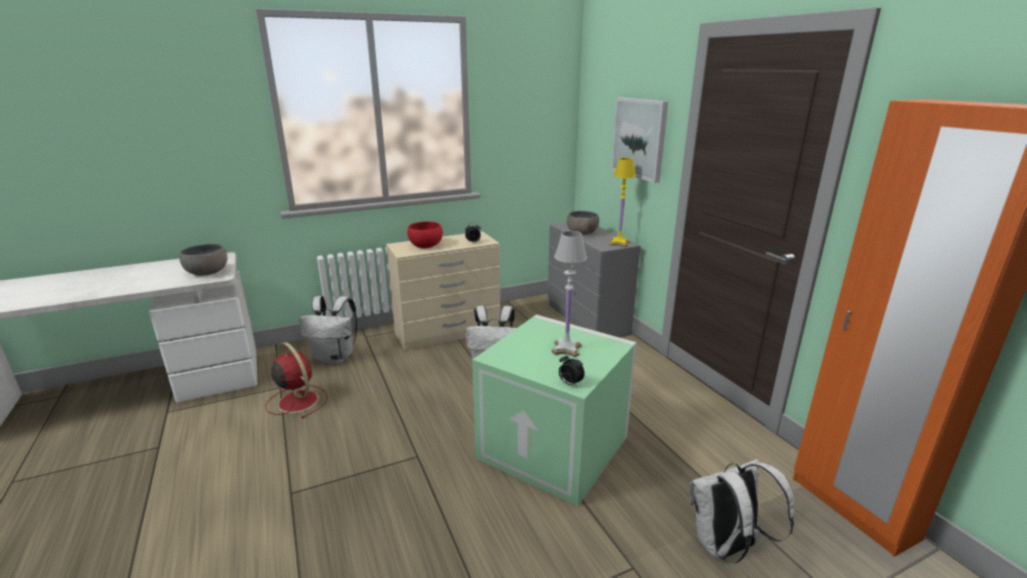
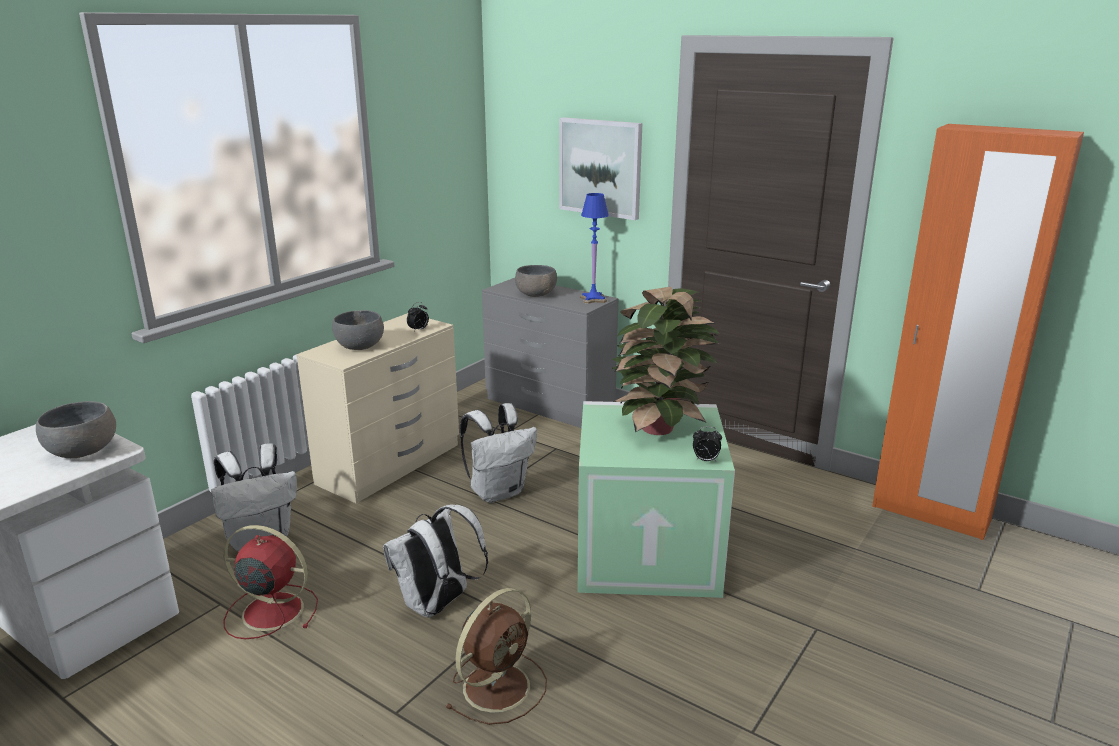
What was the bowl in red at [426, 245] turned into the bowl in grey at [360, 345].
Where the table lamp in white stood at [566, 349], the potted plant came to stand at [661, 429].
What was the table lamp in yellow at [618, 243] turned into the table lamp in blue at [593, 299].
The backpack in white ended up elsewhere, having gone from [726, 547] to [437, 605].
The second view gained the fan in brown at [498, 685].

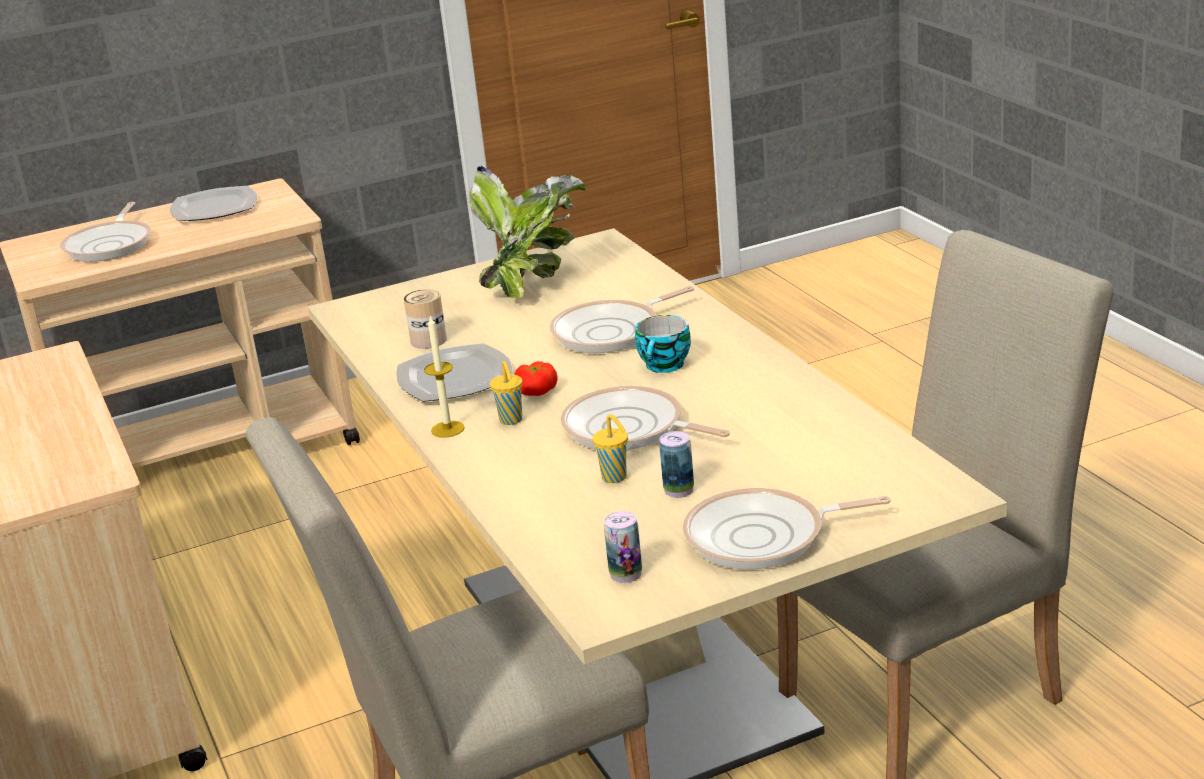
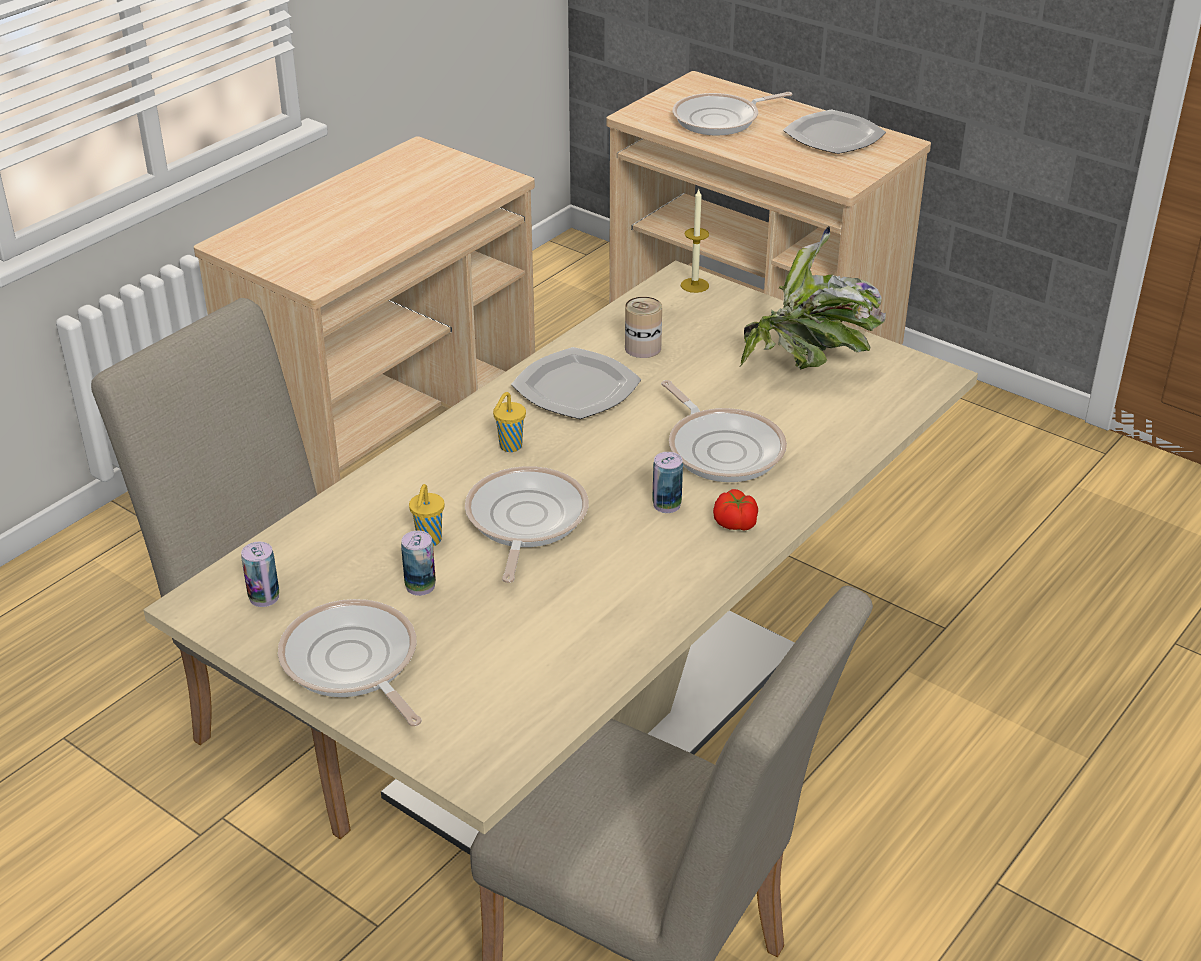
The candle ended up elsewhere, having gone from [447, 429] to [694, 285].
The tomato ended up elsewhere, having gone from [537, 392] to [735, 523].
The frying pan at [612, 332] ended up facing another way, 150 degrees counterclockwise from before.
Where the cup stood at [665, 366], the can came to stand at [666, 505].

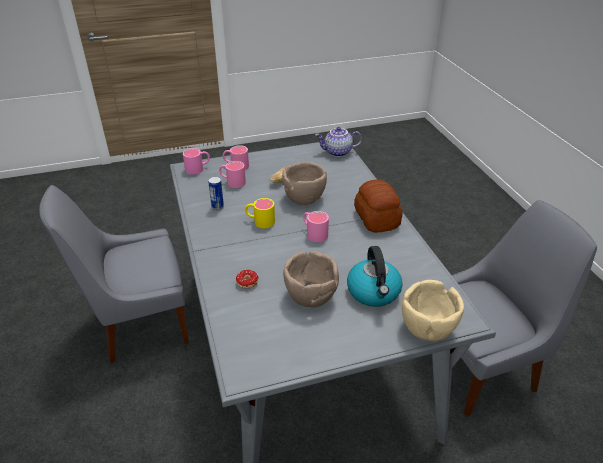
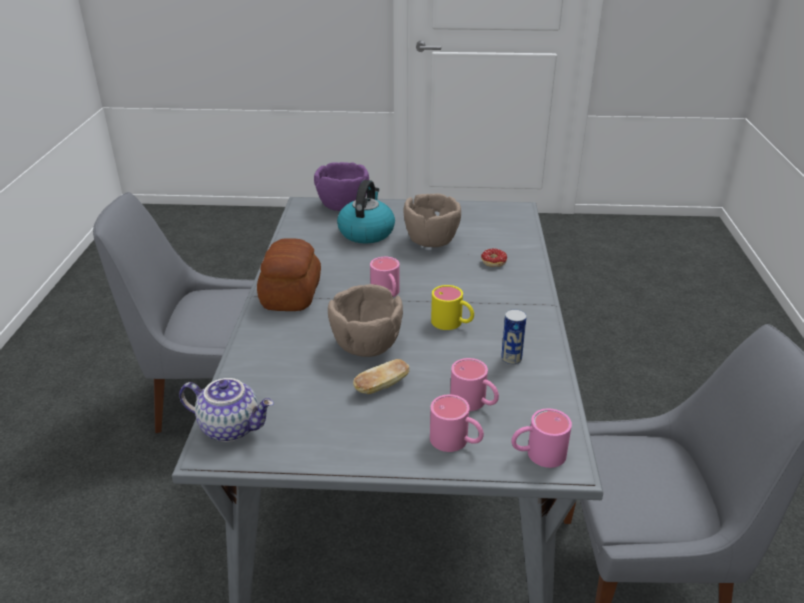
What was the bowl in beige at [427, 328] turned into the bowl in purple at [343, 205].

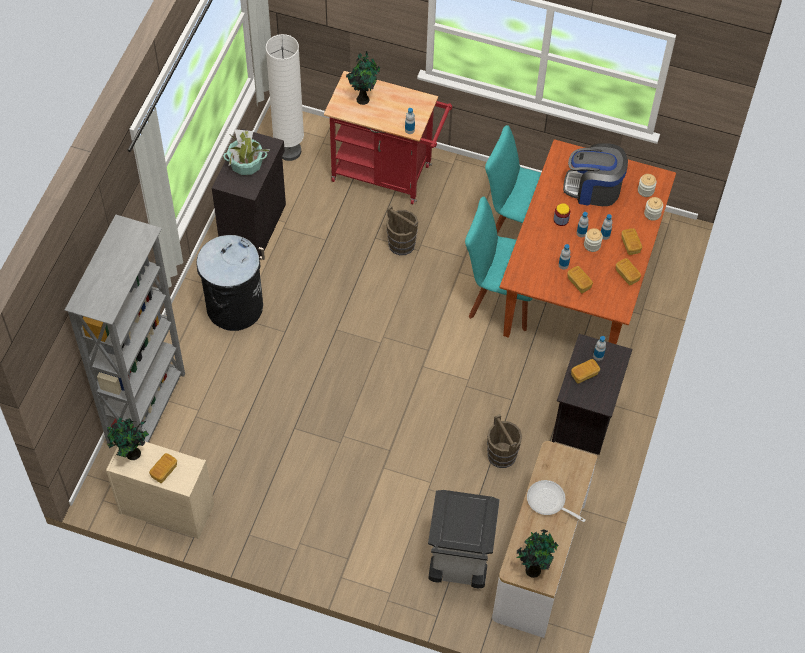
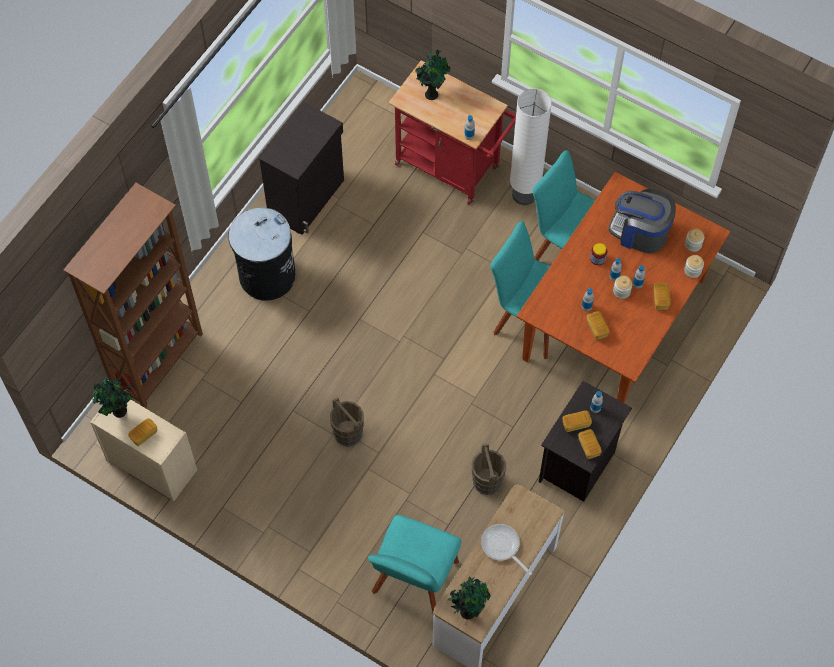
What was the bookcase in grey at [148, 408] turned into the bookcase in brown at [159, 361].
The second view lost the potted plant at [246, 164].
The floor lamp in white ended up elsewhere, having gone from [289, 151] to [524, 194].
The bucket in brown ended up elsewhere, having gone from [401, 244] to [348, 433].
Where the trash can in grey stood at [458, 564], the chair in turquoise came to stand at [414, 581].
The bread ended up elsewhere, having gone from [627, 275] to [589, 447].

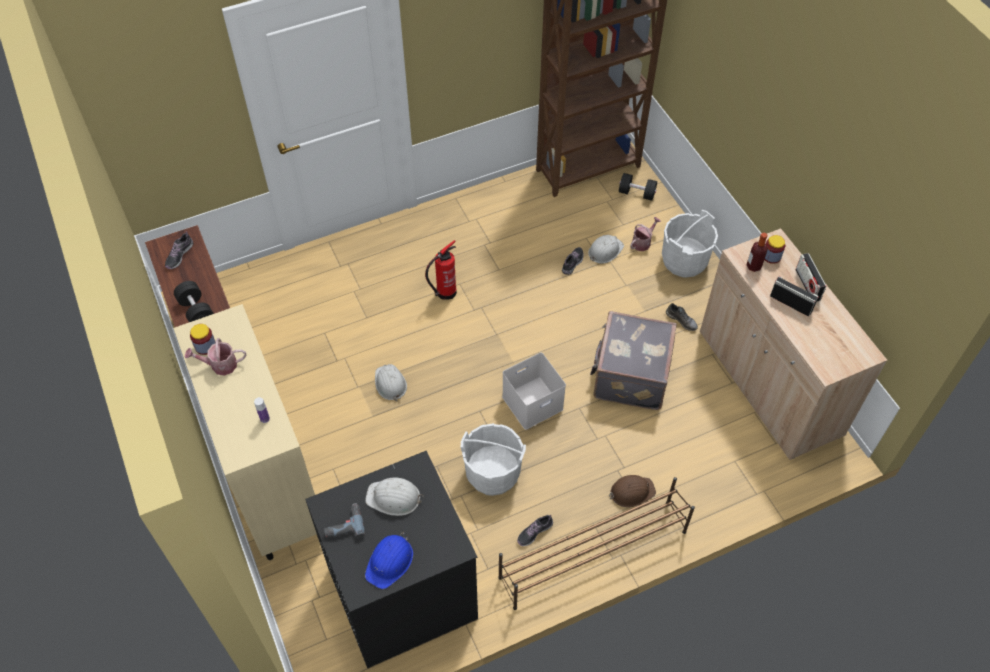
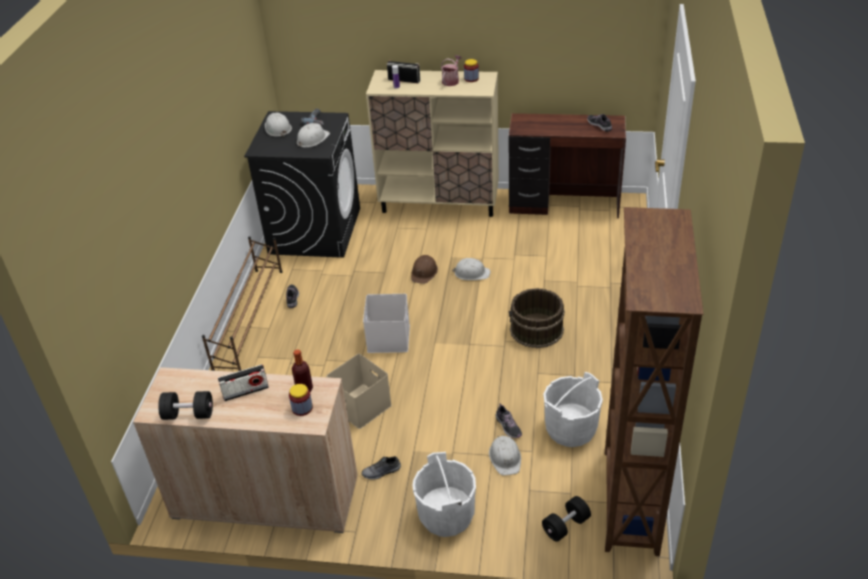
The dumbbell in black ended up elsewhere, having gone from [196, 311] to [188, 414].
What was the hard hat in blue at [390, 561] turned into the hard hat in white at [277, 128].
Where the fire extinguisher stood at [444, 293], the bucket in brown came to stand at [536, 330].
The bucket in white ended up elsewhere, having gone from [492, 473] to [570, 429].
Where the suitcase in grey stood at [629, 375], the storage box in beige came to stand at [360, 406].
The hard hat in brown ended up elsewhere, having gone from [631, 492] to [424, 272].
The second view lost the watering can at [643, 242].
The radio ended up elsewhere, having gone from [807, 285] to [404, 80].

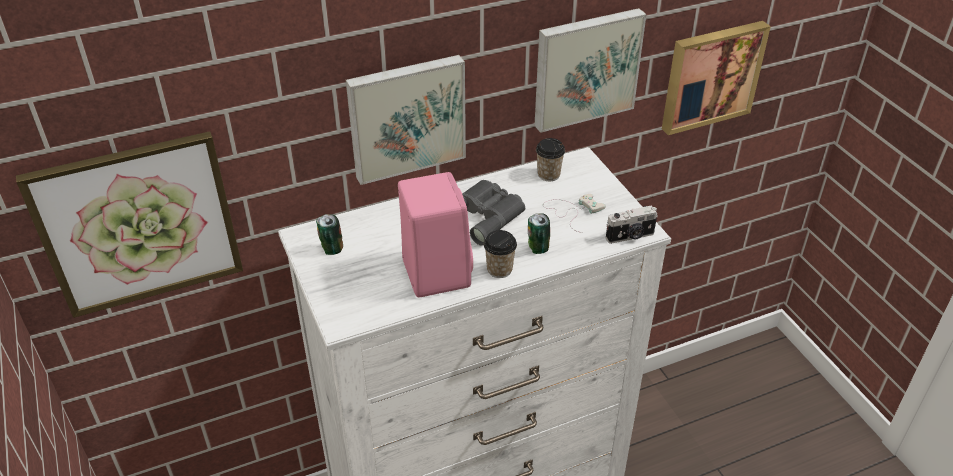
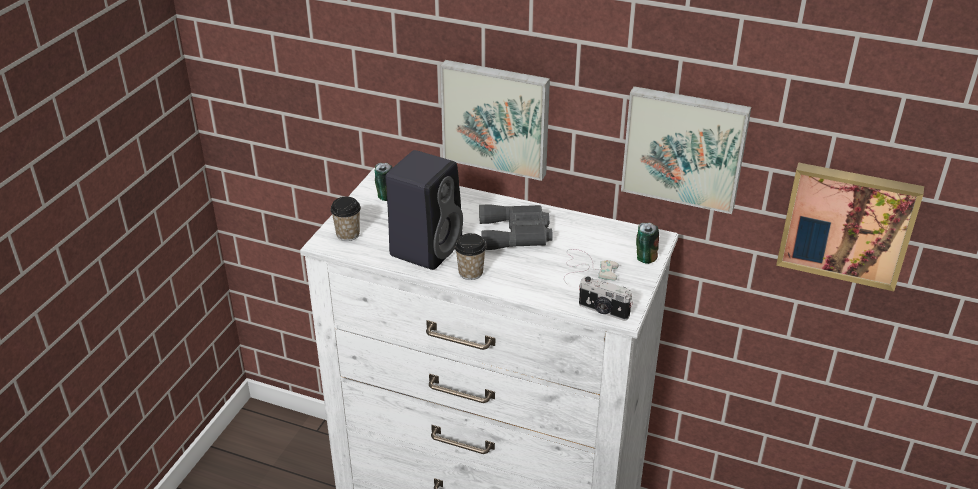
The second view lost the picture at [138, 224].
What was the speaker in pink at [434, 271] turned into the speaker in black at [427, 247].
The can ended up elsewhere, having gone from [537, 248] to [645, 258].
The cup ended up elsewhere, having gone from [548, 174] to [348, 234].

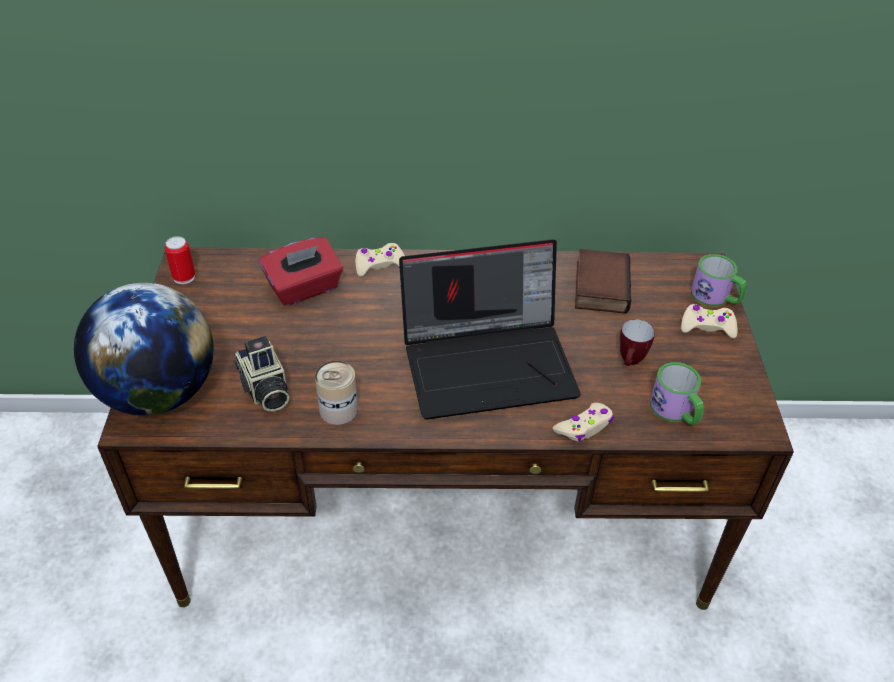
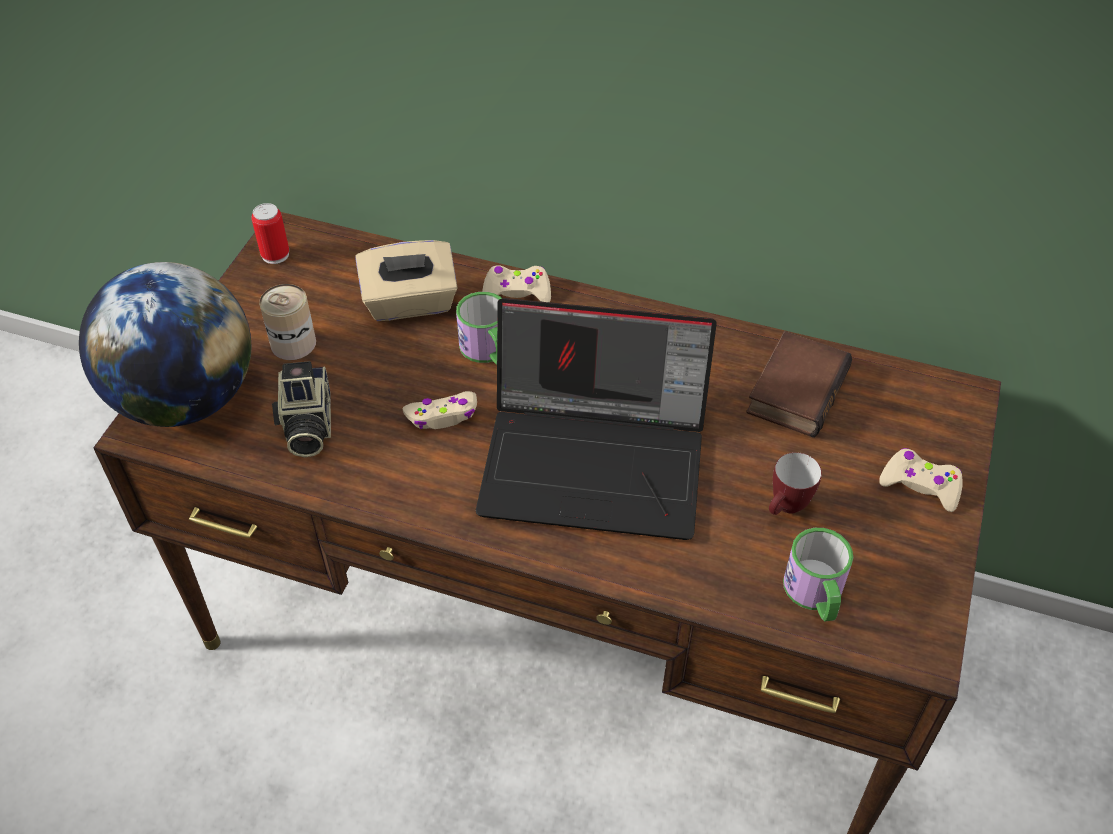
What was the tissue box in red at [304, 288] turned into the tissue box in beige at [410, 303].
The can ended up elsewhere, having gone from [338, 410] to [293, 343].
The game controller in beige ended up elsewhere, having gone from [584, 427] to [443, 416].
The mug ended up elsewhere, having gone from [716, 297] to [488, 351].

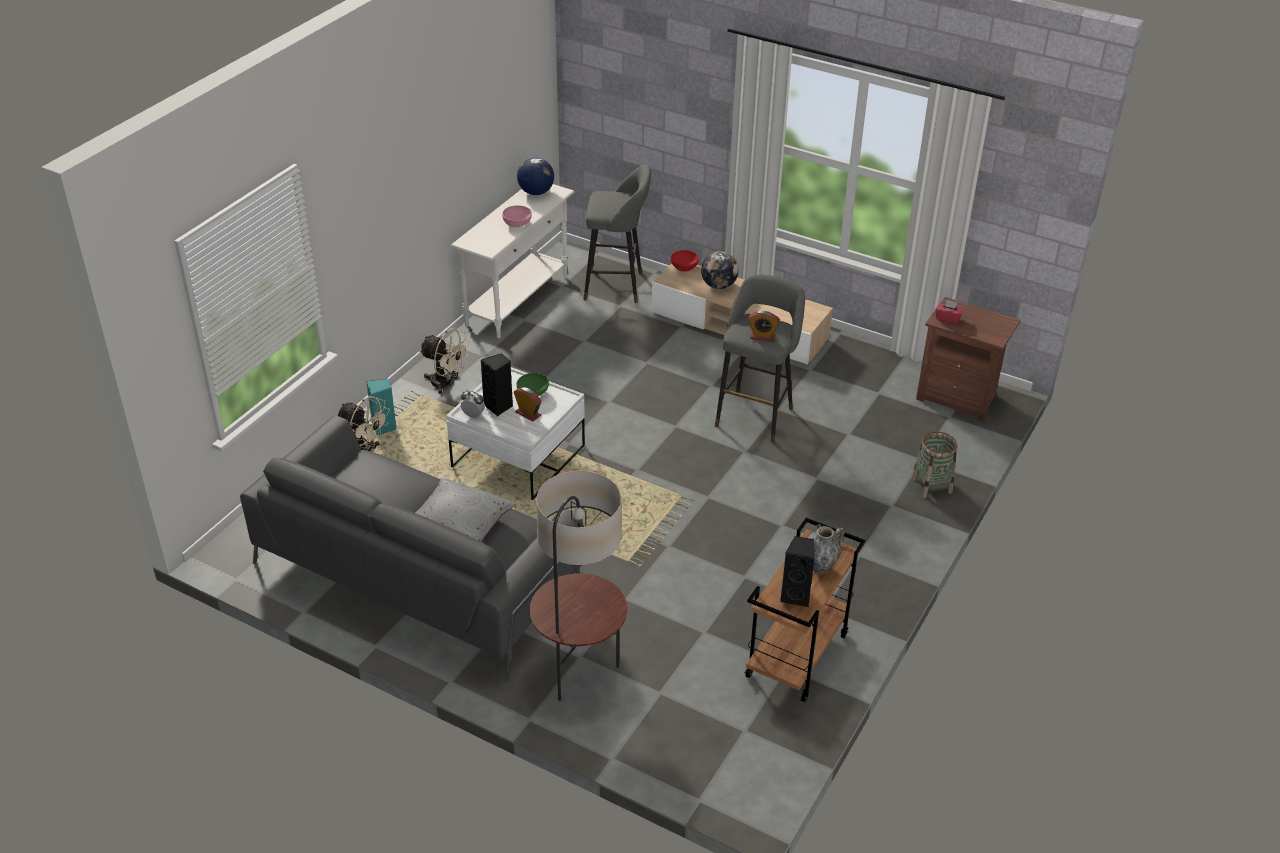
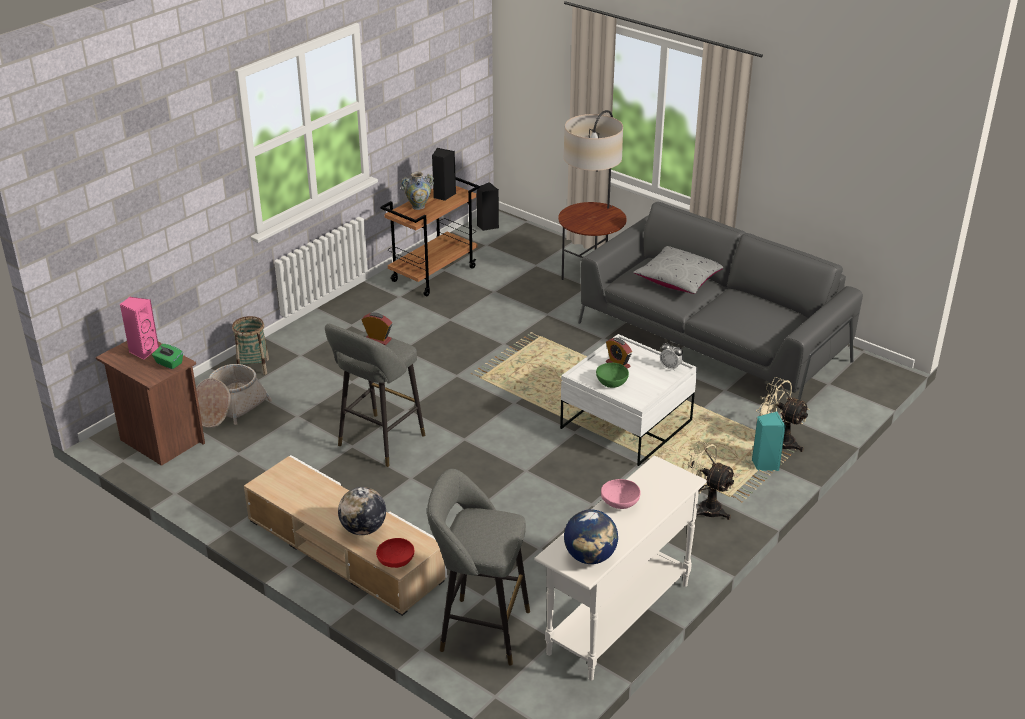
The speaker in black ended up elsewhere, having gone from [499, 407] to [487, 226].
What was the tissue box in red at [948, 319] turned into the tissue box in green at [169, 363].
The second view gained the speaker in pink at [143, 351].
The second view gained the basket at [229, 408].

